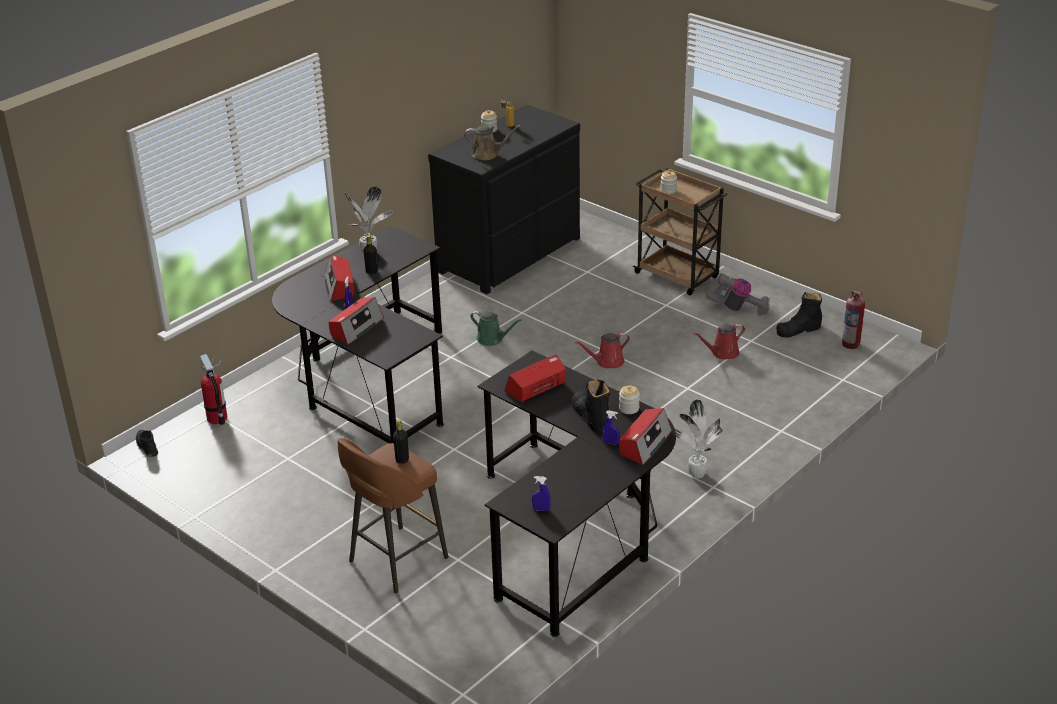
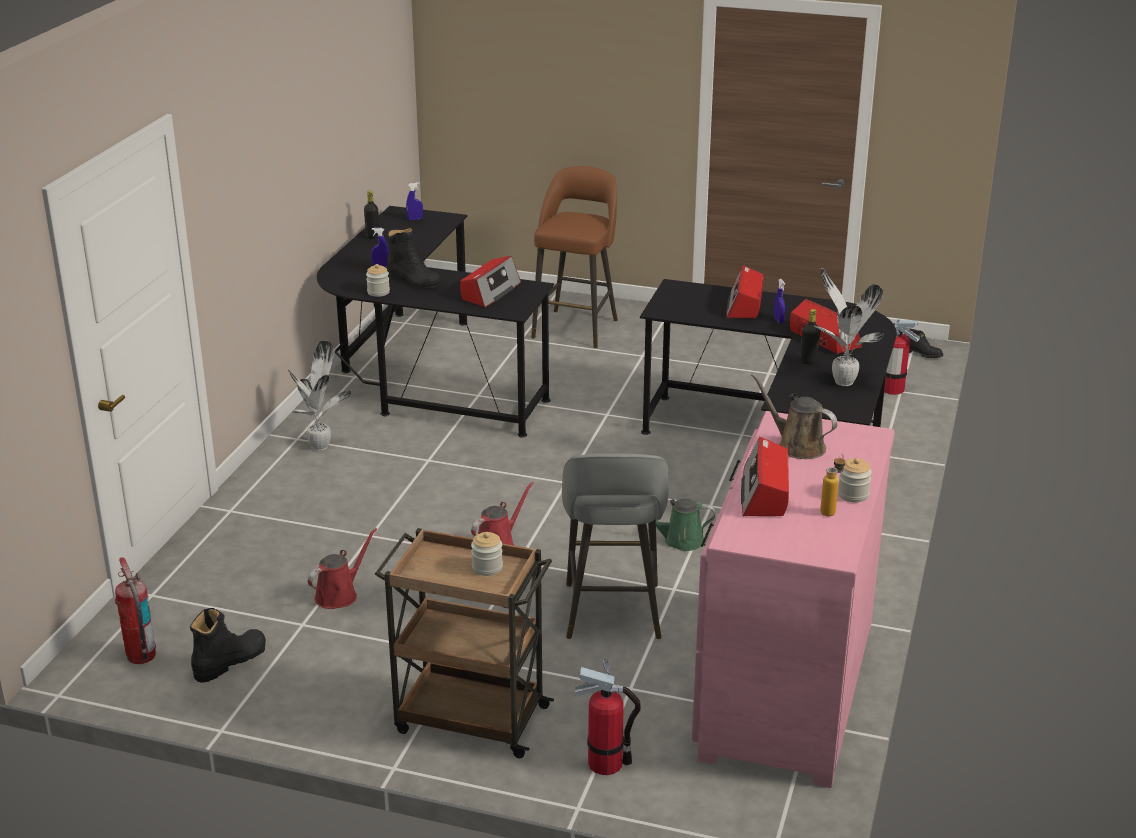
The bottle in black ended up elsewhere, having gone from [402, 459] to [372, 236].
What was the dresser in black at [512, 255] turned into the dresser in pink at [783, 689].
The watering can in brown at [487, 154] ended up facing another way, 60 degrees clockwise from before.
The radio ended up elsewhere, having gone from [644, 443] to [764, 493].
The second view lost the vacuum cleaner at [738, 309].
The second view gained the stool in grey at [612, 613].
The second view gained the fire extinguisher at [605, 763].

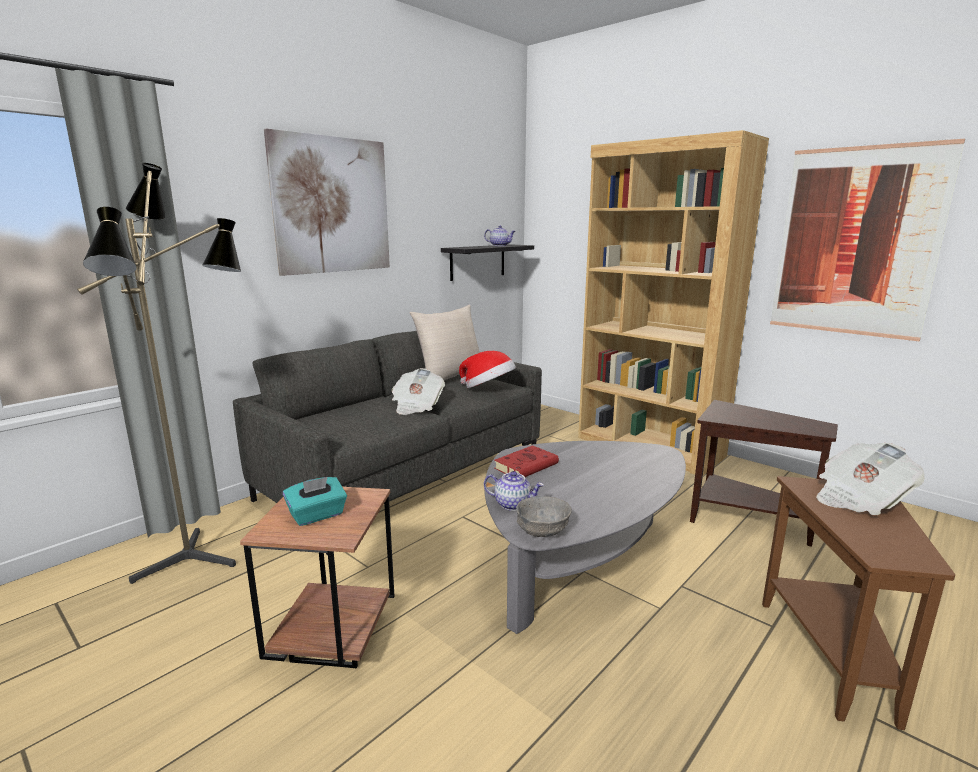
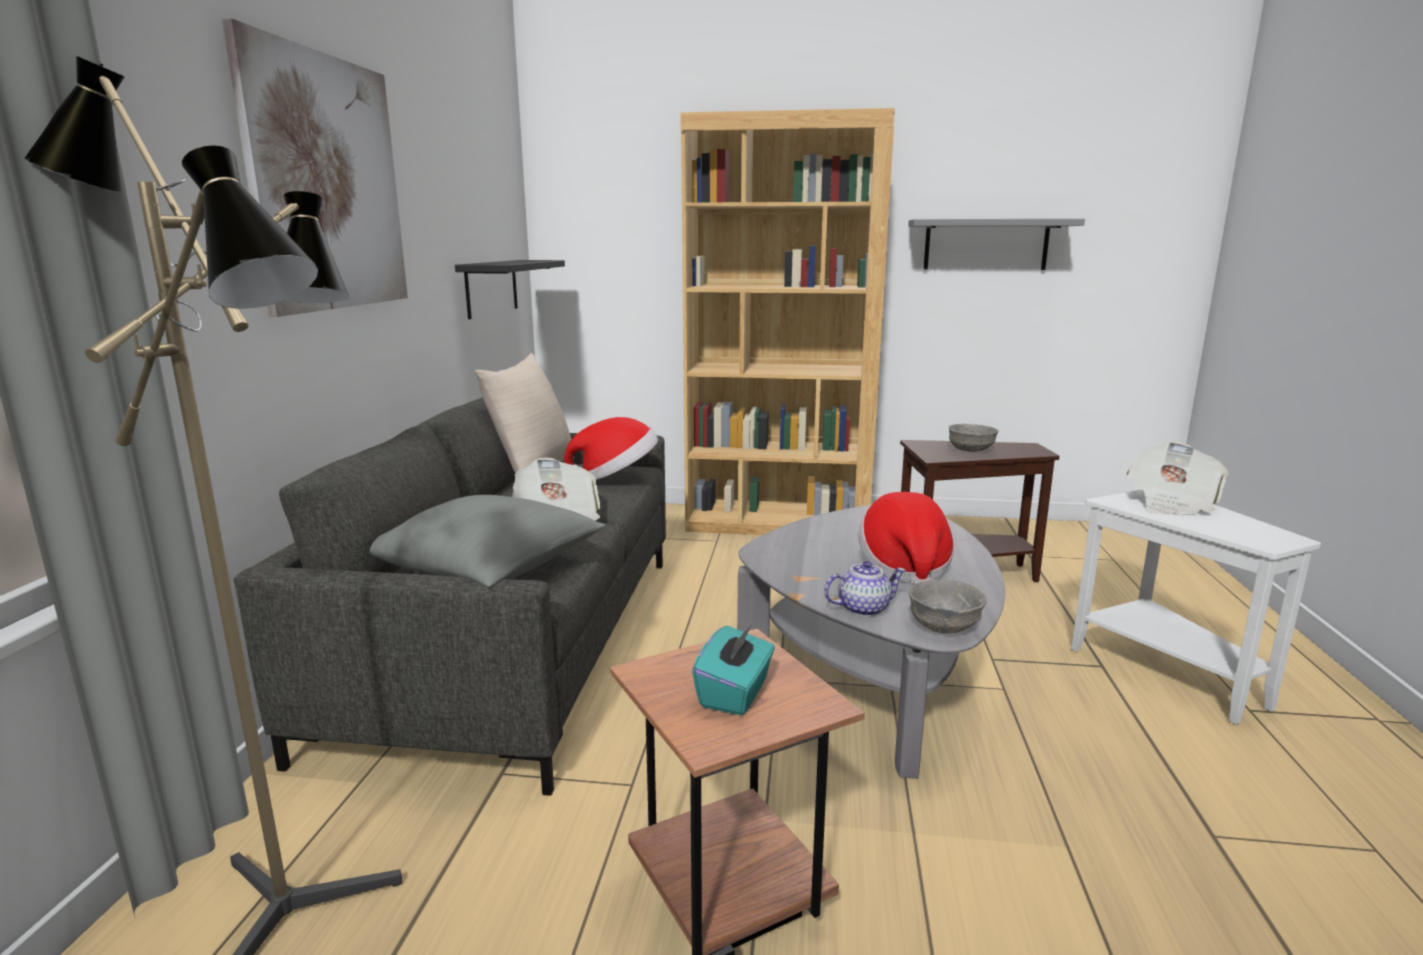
The second view lost the teapot at [500, 245].
The second view lost the book in red at [527, 466].
What was the side table in brown at [831, 653] turned into the side table in white at [1165, 671].
Where the picture hung at [856, 242], the shelf in grey came to hang at [985, 245].
The second view gained the pillow in grey at [488, 568].
The second view gained the hat at [904, 567].
The second view gained the bowl in grey at [970, 450].

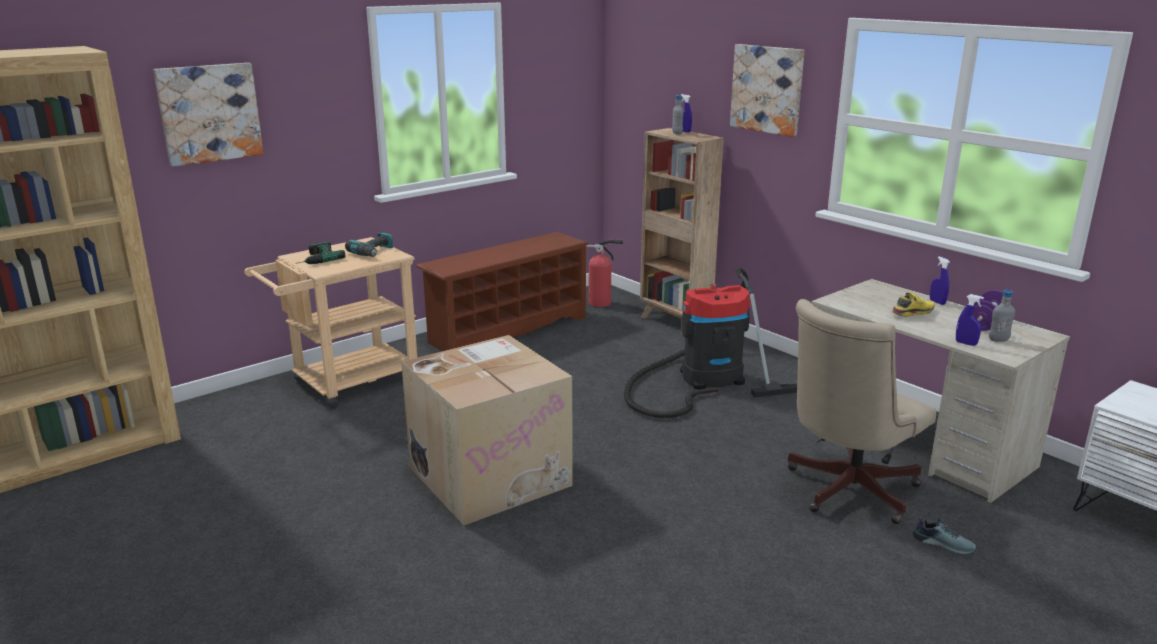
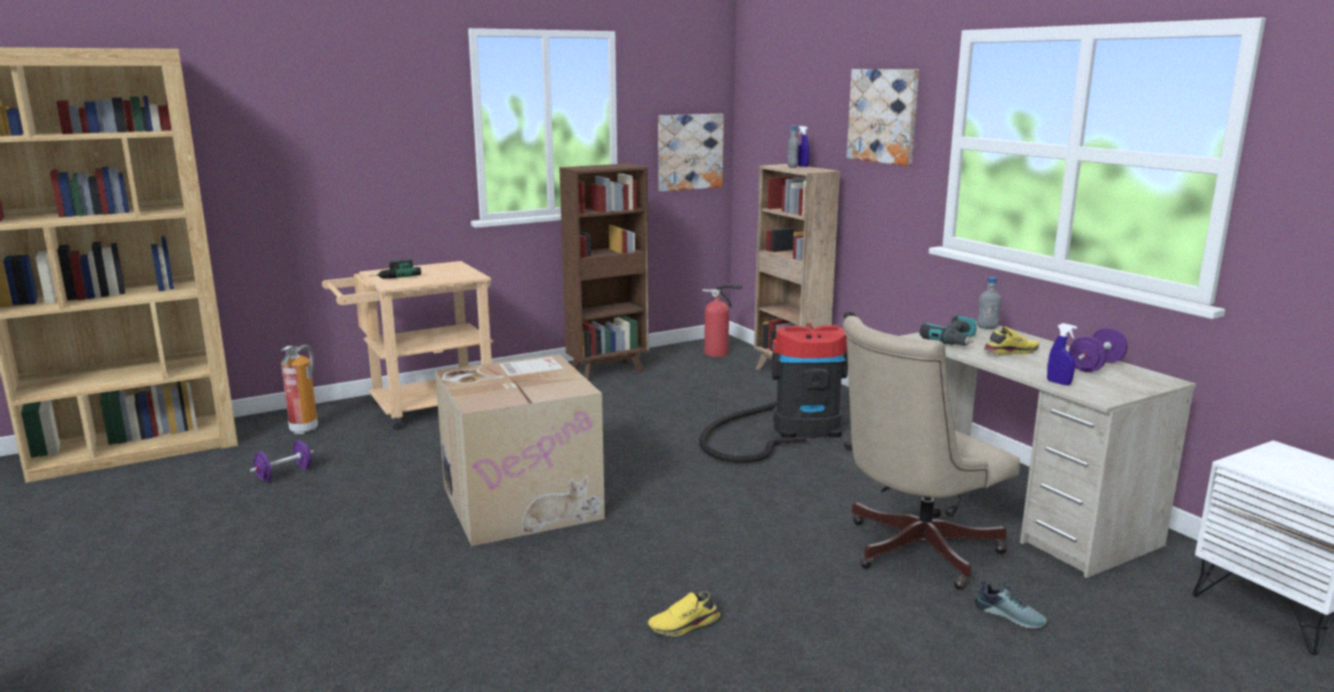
The picture ended up elsewhere, having gone from [209, 113] to [689, 152].
The power drill ended up elsewhere, having gone from [374, 252] to [955, 341].
Where the shoe rack in brown stood at [508, 329], the bookcase in brown came to stand at [608, 371].
The second view lost the spray bottle in blue at [937, 302].
The bottle in grey ended up elsewhere, having gone from [998, 340] to [987, 327].
The second view gained the dumbbell in purple at [284, 474].
The second view gained the fire extinguisher at [304, 429].
The second view gained the shoe in yellow at [684, 625].

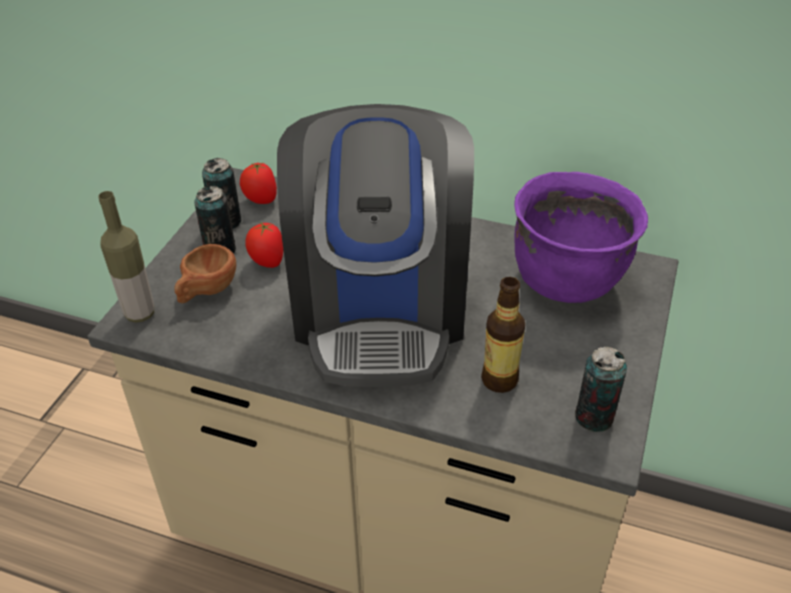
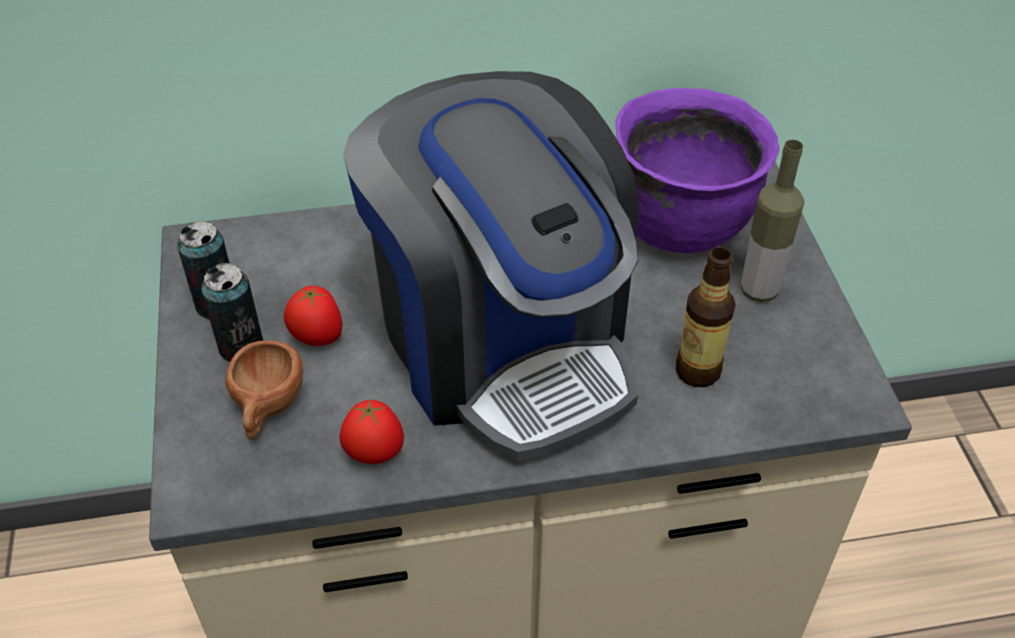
The bottle ended up elsewhere, having gone from [140, 313] to [759, 290].
The tomato ended up elsewhere, having gone from [260, 200] to [374, 454].
The second view lost the can at [594, 417].

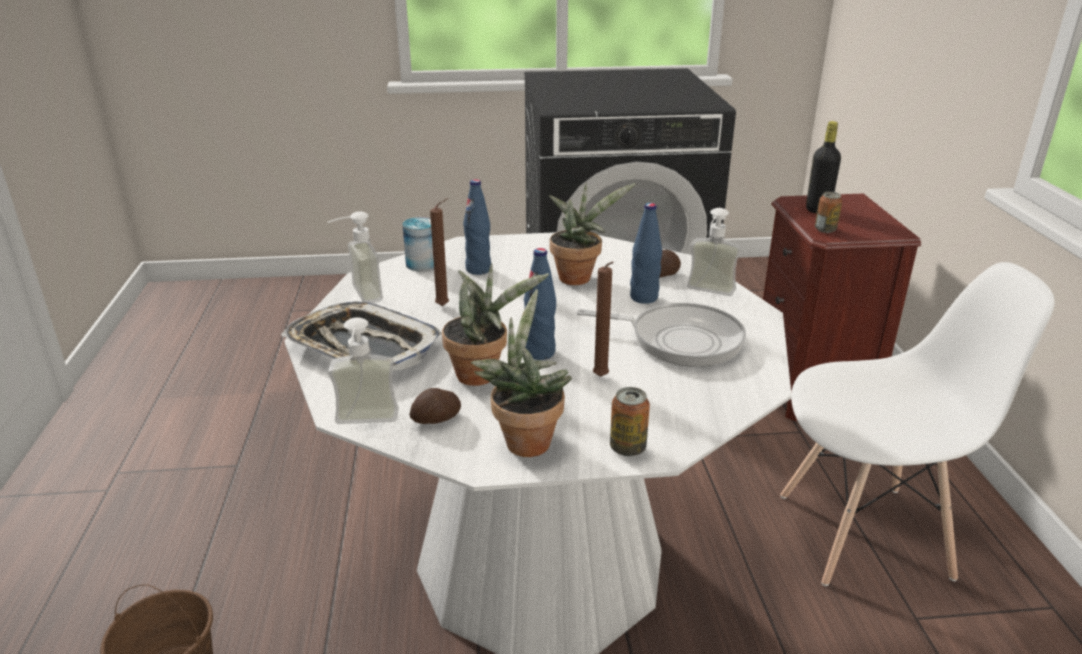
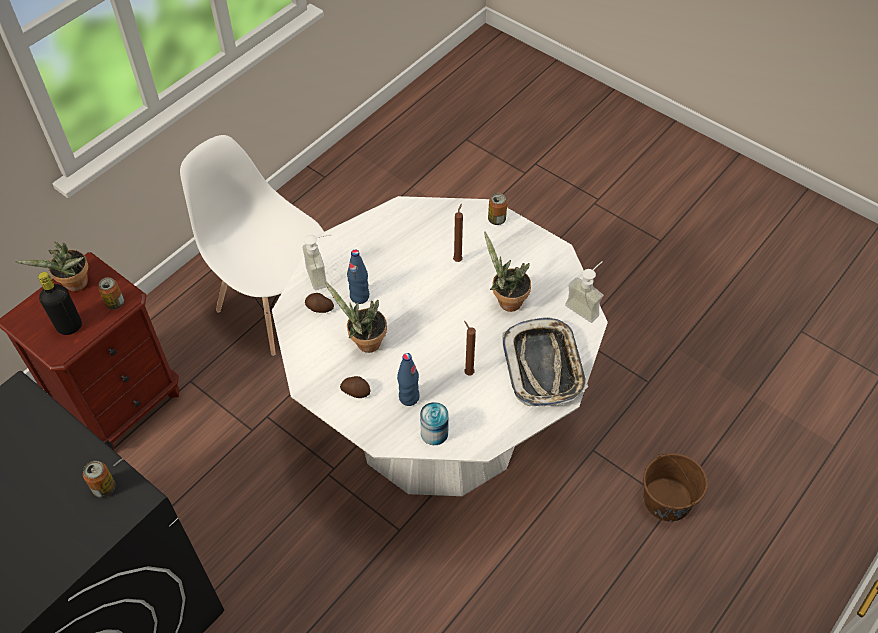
The second view lost the soap dispenser at [357, 295].
The potato ended up elsewhere, having gone from [437, 419] to [356, 391].
The potted plant ended up elsewhere, having gone from [525, 439] to [74, 285].
The second view lost the bottle in blue at [540, 352].
The second view lost the frying pan at [679, 340].
The second view gained the can at [104, 488].

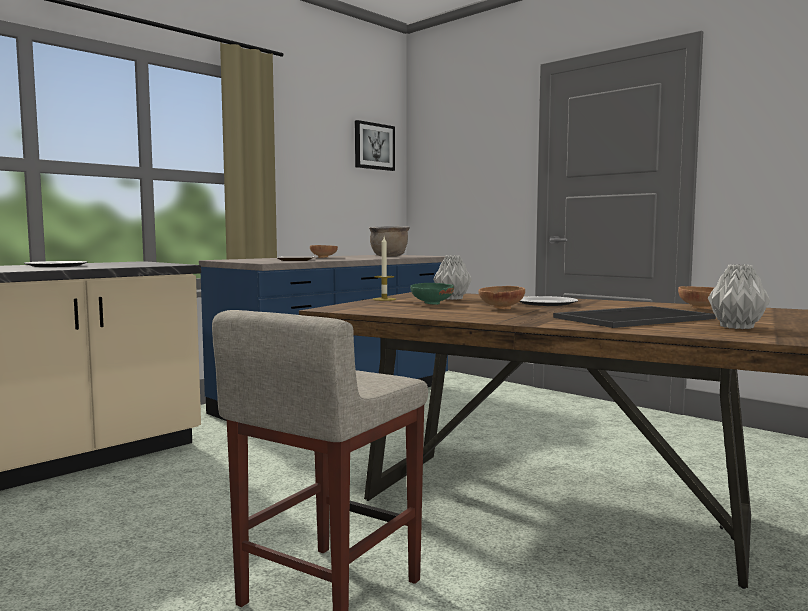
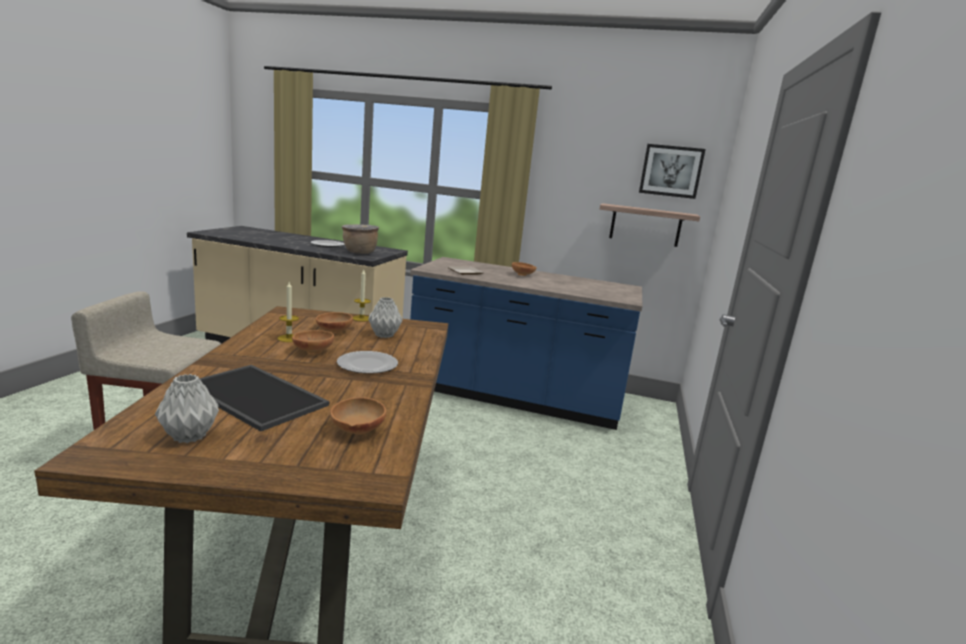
The cooking pot in brown ended up elsewhere, having gone from [389, 256] to [359, 253].
What was the bowl in green at [431, 304] turned into the bowl in brown at [333, 331].
The second view gained the candle at [289, 338].
The second view gained the shelf at [645, 225].

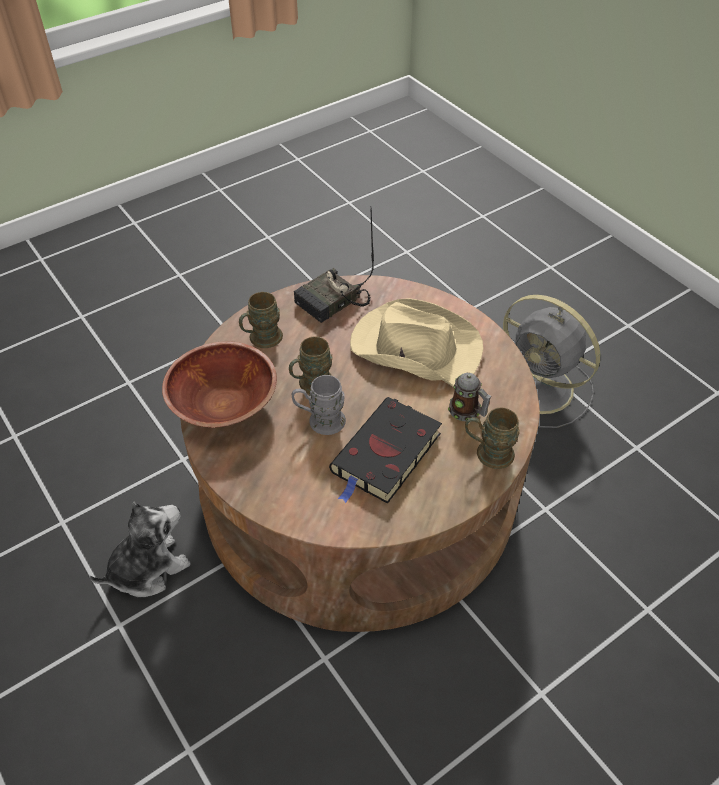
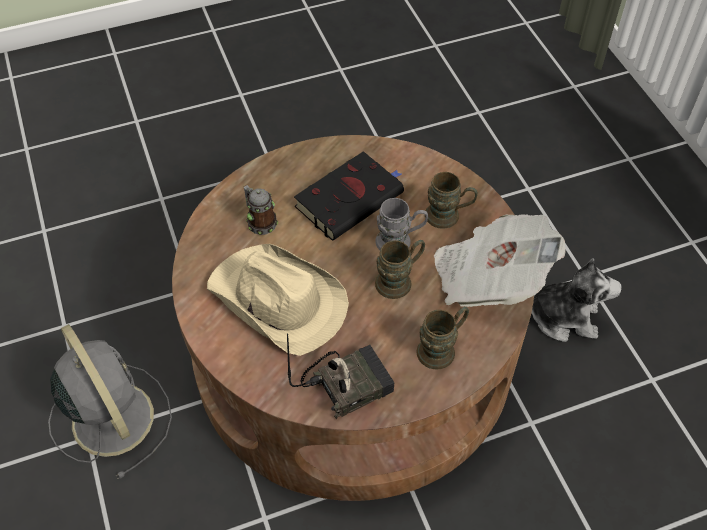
The plush toy at [148, 568] ended up facing another way, 150 degrees counterclockwise from before.
Where the bowl in brown stood at [224, 404], the newspaper came to stand at [489, 278].
The mug in brown ended up elsewhere, having gone from [487, 453] to [448, 216].

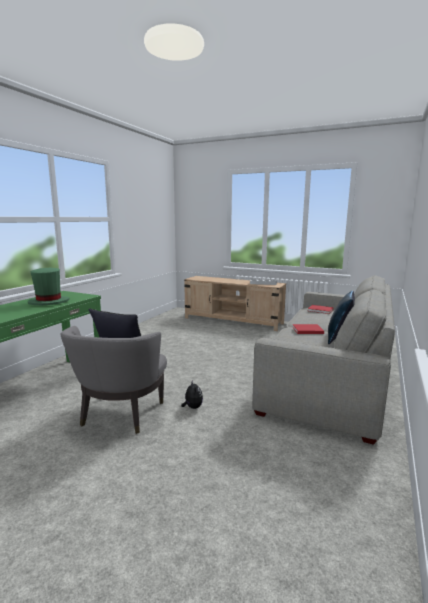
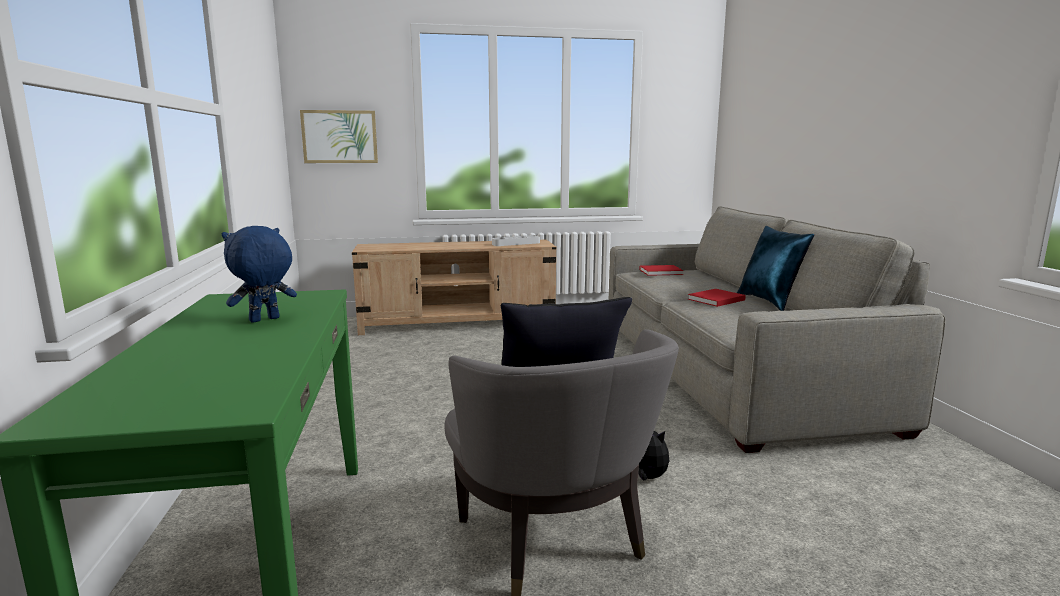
Where the hat in green stood at [49, 302], the plush toy in blue came to stand at [264, 320].
The second view gained the picture at [340, 137].

